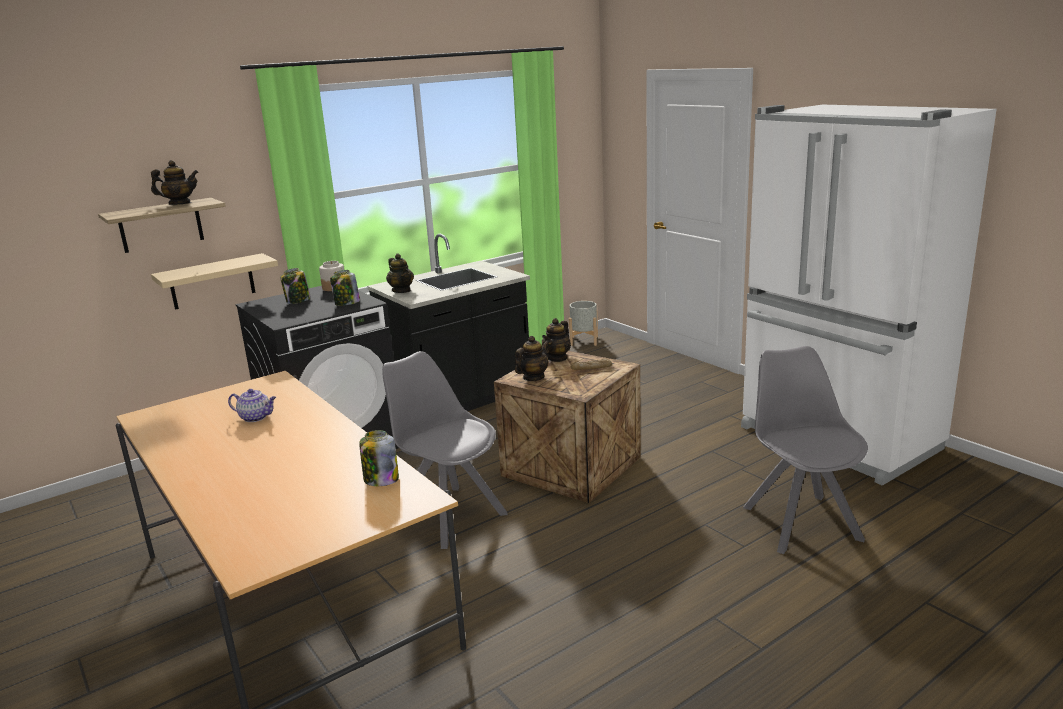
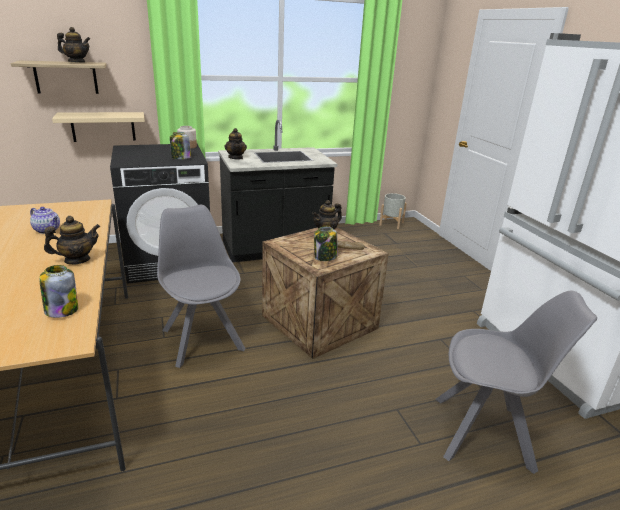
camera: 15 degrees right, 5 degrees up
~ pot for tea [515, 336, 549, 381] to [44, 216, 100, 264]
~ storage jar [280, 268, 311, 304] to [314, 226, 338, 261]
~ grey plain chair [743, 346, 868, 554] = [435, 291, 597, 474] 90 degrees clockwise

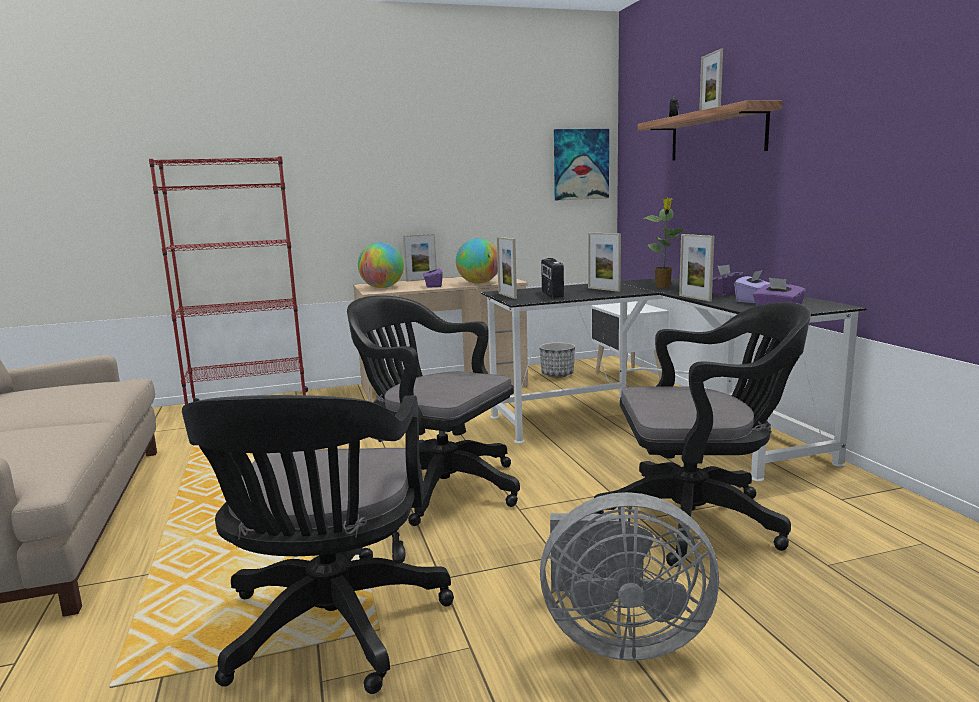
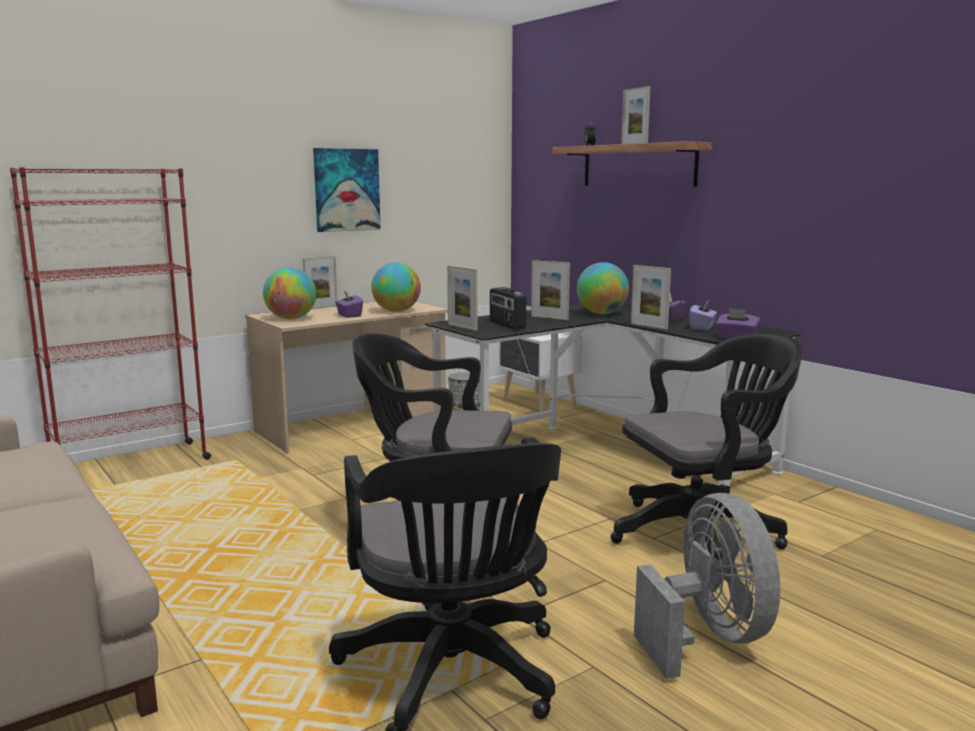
camera: 20 degrees left, 0 degrees up
~ wall art [554, 129, 609, 200] to [313, 148, 381, 232]
~ potted plant [643, 198, 687, 288] to world globe [577, 262, 629, 314]
~ grey electric fan [540, 492, 719, 661] = [634, 493, 781, 679] 90 degrees counterclockwise

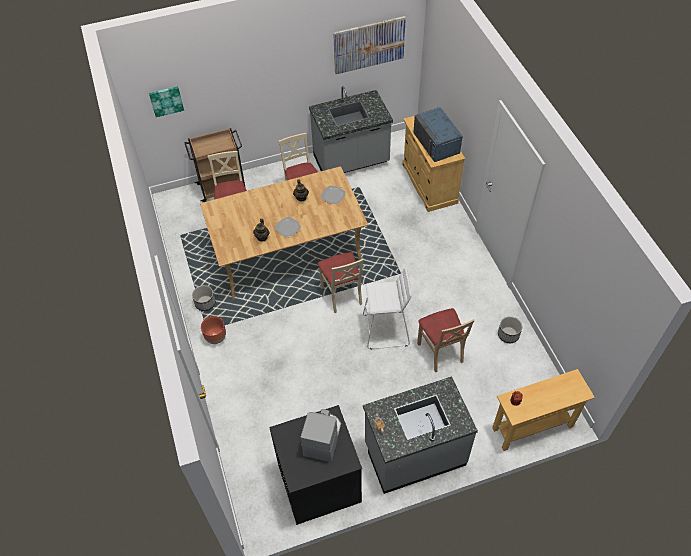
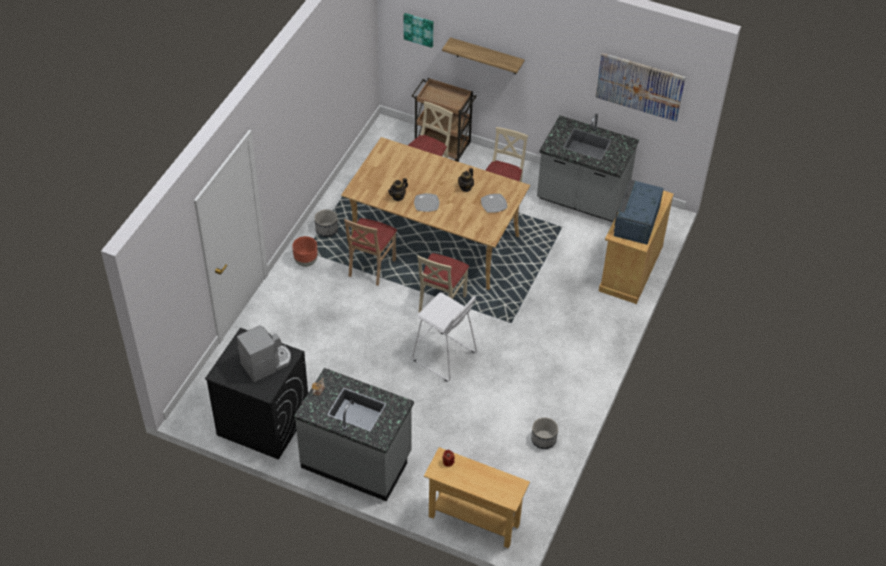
camera: 40 degrees right, 5 degrees down
~ sand-coloured plain chair [417, 308, 475, 372] to [344, 218, 397, 286]
+ shelf [442, 37, 525, 74]

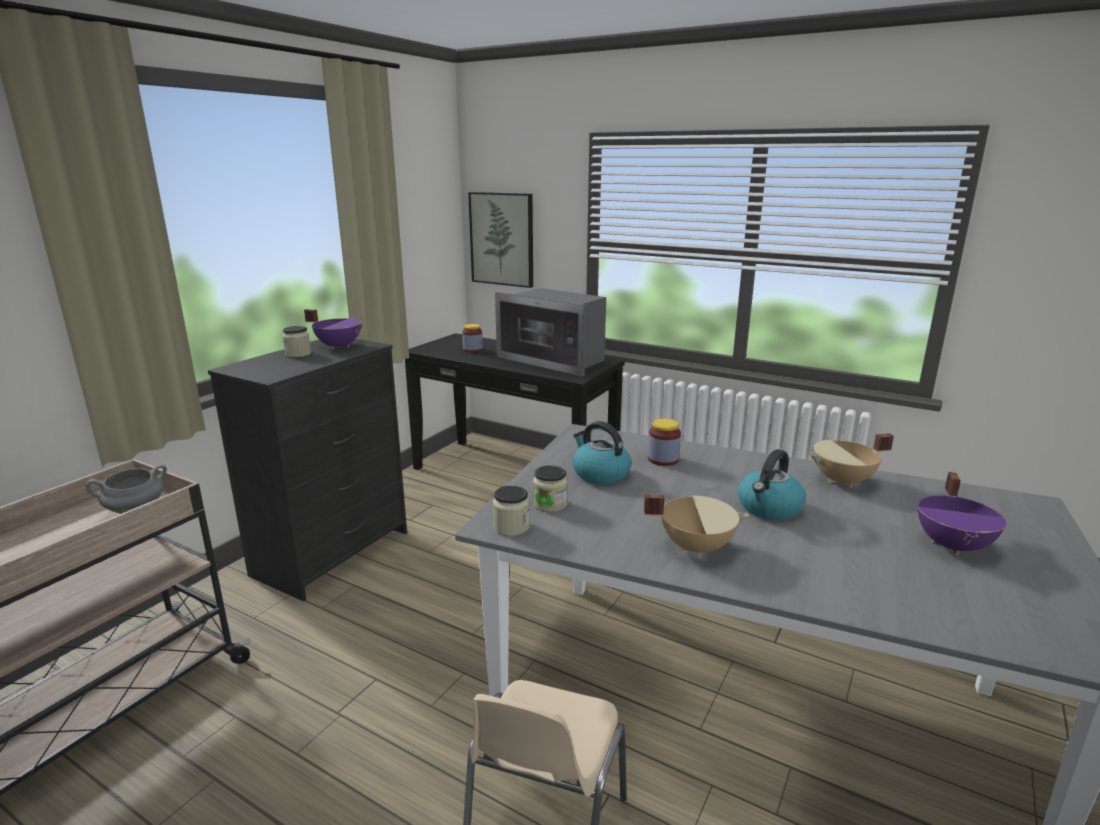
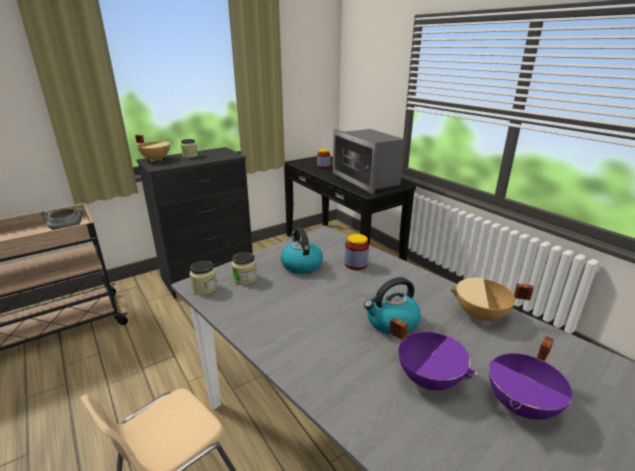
camera: 25 degrees right, 5 degrees up
~ sand-coloured saucepot [644, 494, 749, 558] to [135, 135, 170, 162]
~ purple saucepot [304, 309, 363, 350] to [389, 318, 477, 390]
- wall art [468, 192, 533, 288]

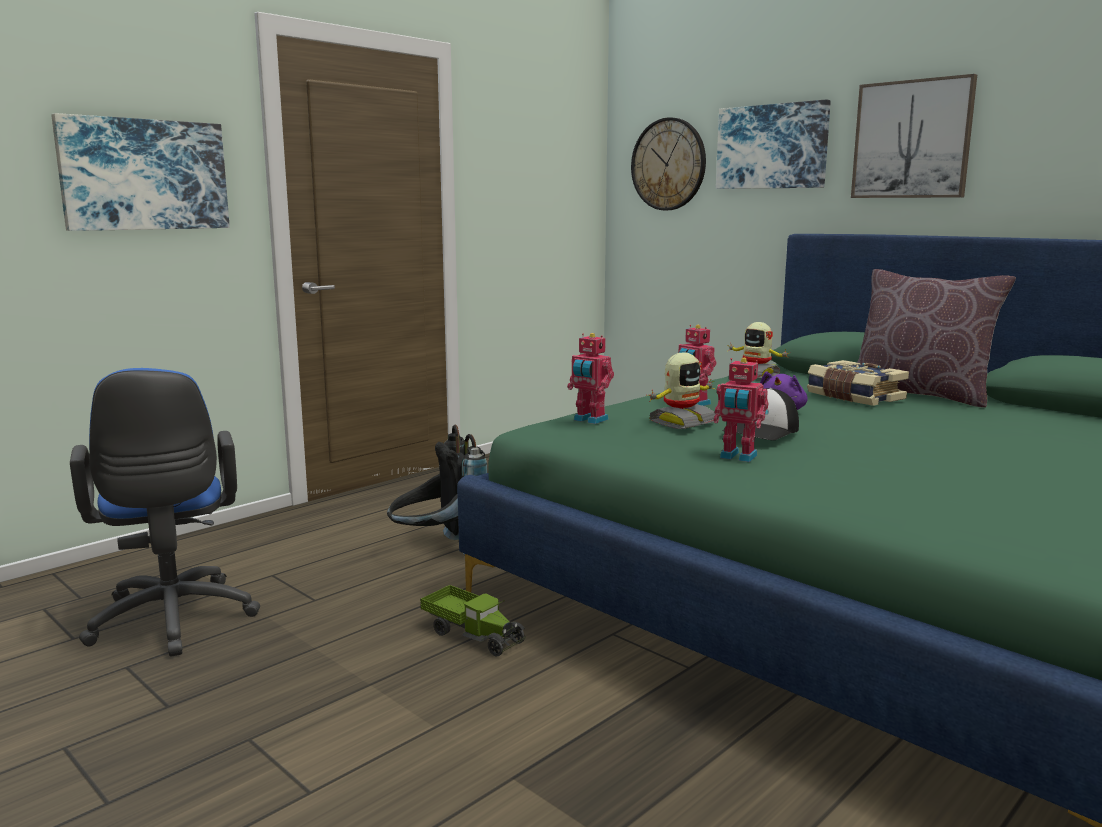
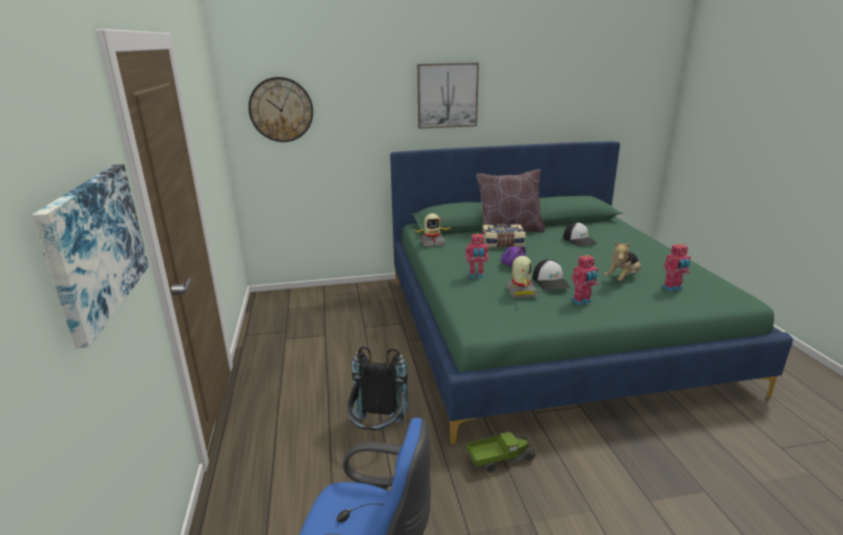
camera: 55 degrees left, 10 degrees up
+ baseball cap [563, 222, 598, 246]
+ soft toy [605, 242, 641, 281]
~ toy robot [567, 333, 614, 424] to [661, 243, 691, 292]
- wall art [716, 99, 831, 189]

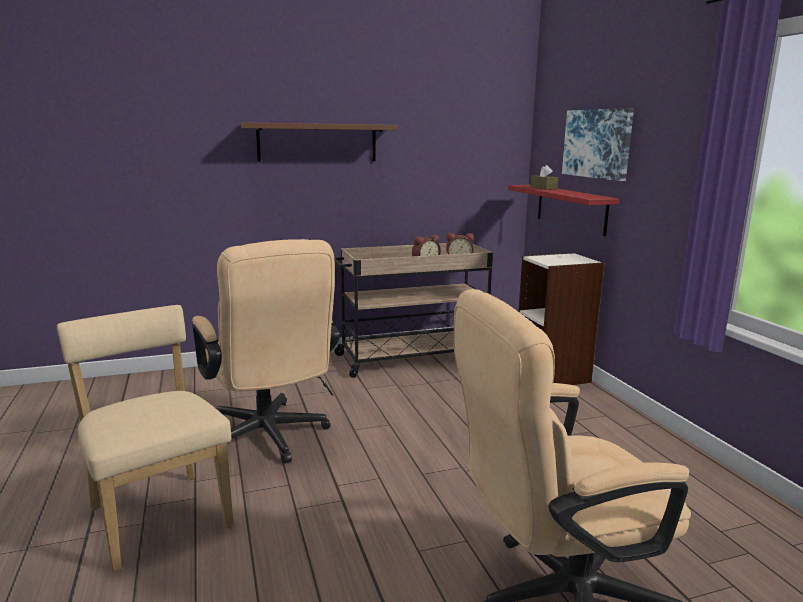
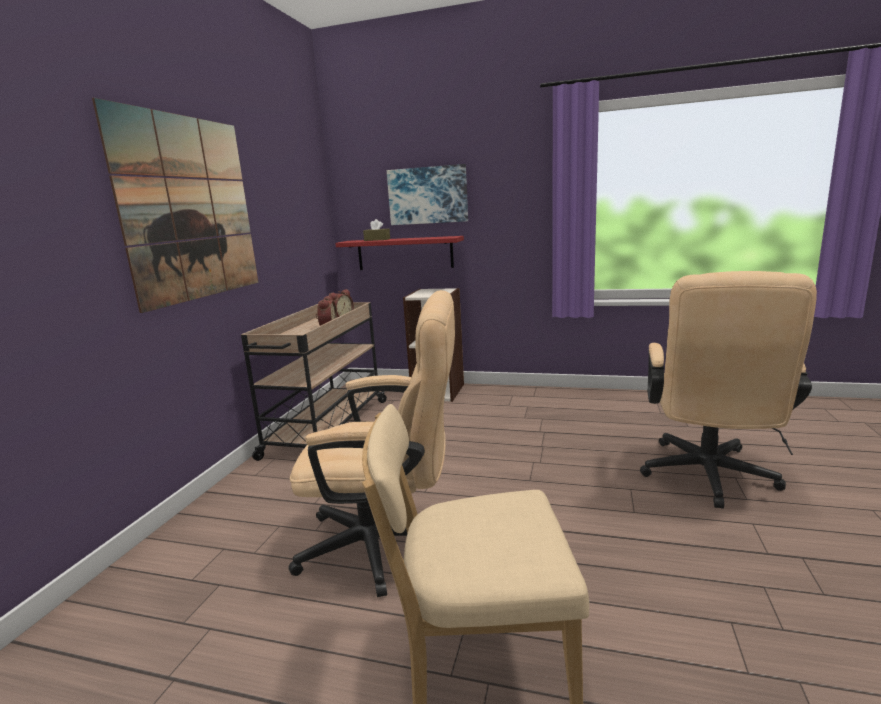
camera: 55 degrees left, 0 degrees up
~ brown shelf [241, 122, 398, 162] to wall art [92, 98, 258, 313]

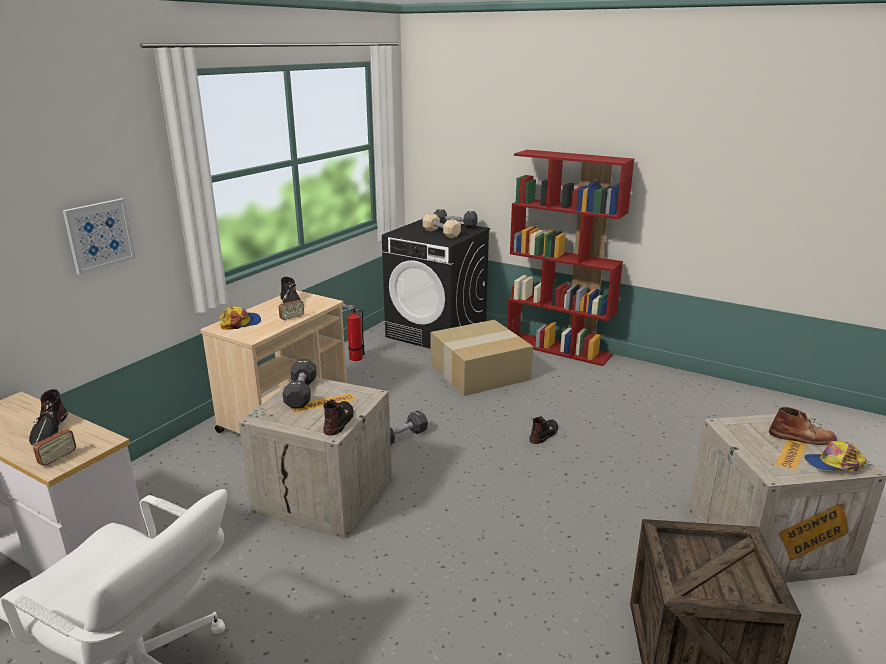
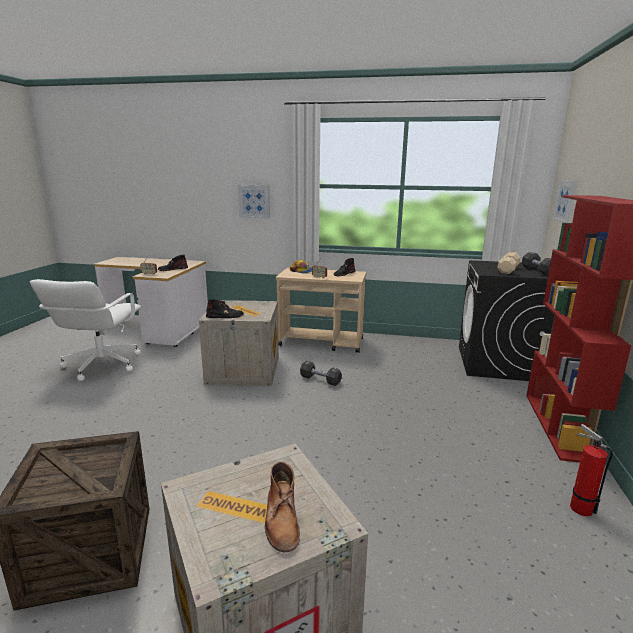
camera: 70 degrees right, 5 degrees down
+ wall art [553, 180, 576, 223]
~ fire extinguisher [342, 304, 365, 361] to [570, 424, 613, 516]
- black-coloured hand weight [283, 359, 317, 409]
- carton [430, 320, 533, 396]
- black-coloured tall boot [529, 416, 558, 444]
- baseball cap [804, 441, 867, 471]

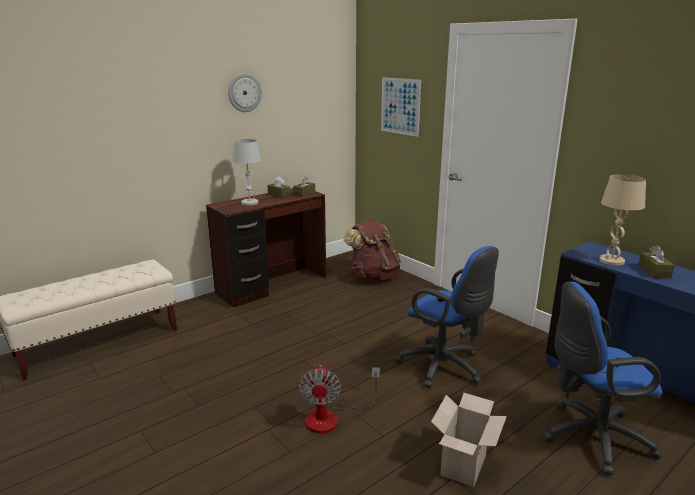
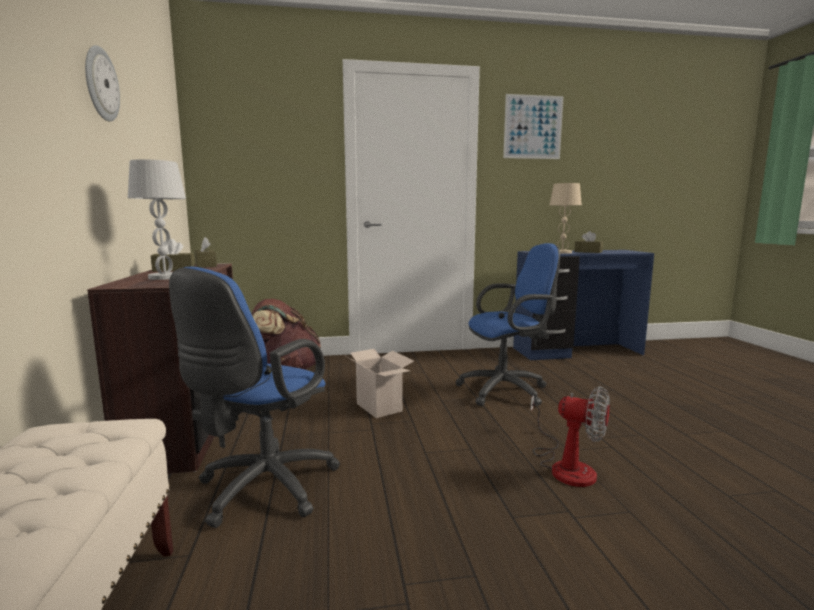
camera: 60 degrees left, 10 degrees down
~ blue office chair [543, 282, 663, 475] to [169, 267, 340, 528]
~ carton [431, 393, 507, 487] to [346, 349, 414, 418]
~ wall art [381, 77, 421, 137] to [503, 94, 564, 159]

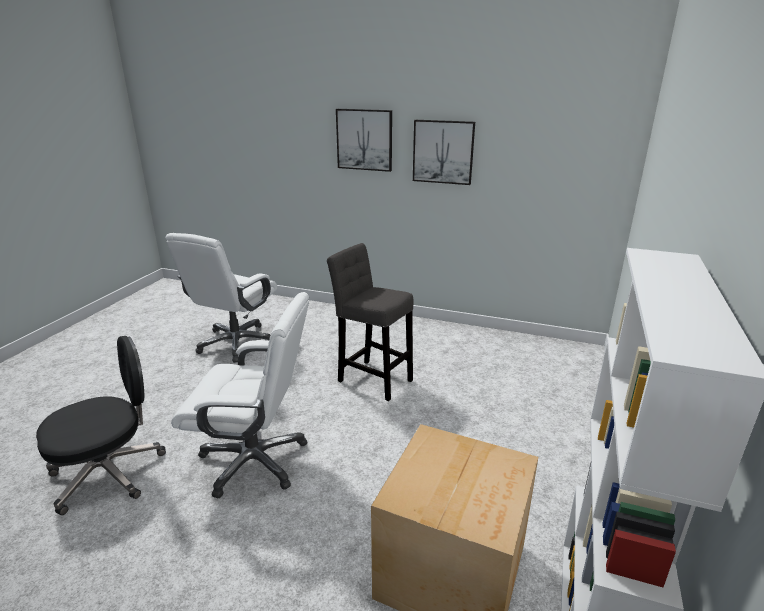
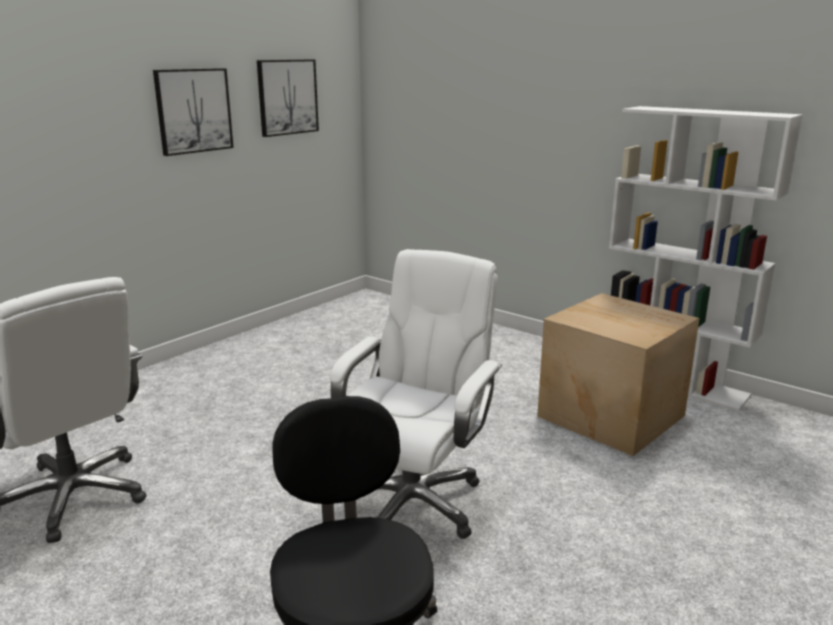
camera: 70 degrees left, 5 degrees down
~ wall art [336, 109, 392, 172] to [257, 60, 319, 137]
- grey sitting stool [327, 243, 413, 401]

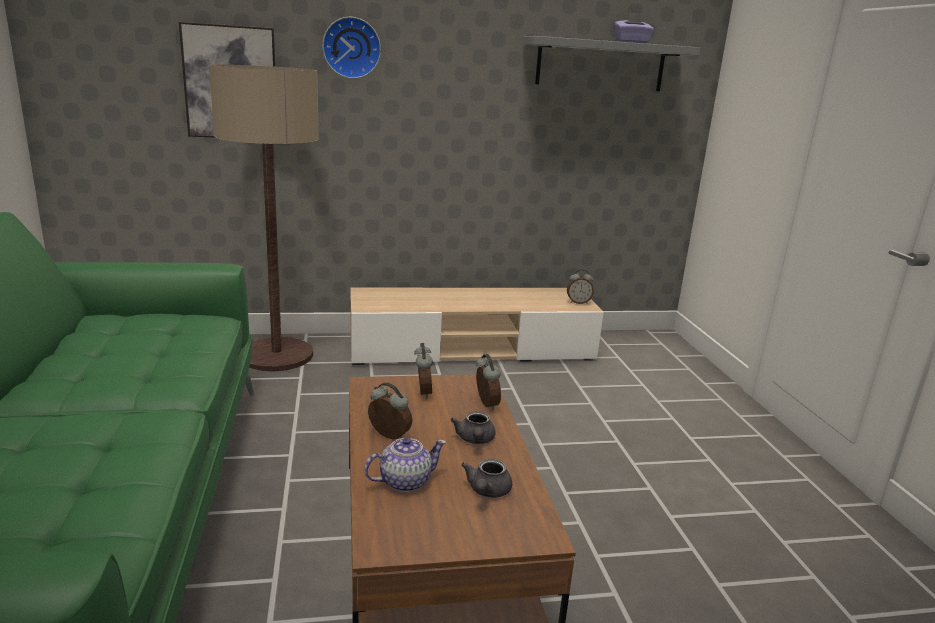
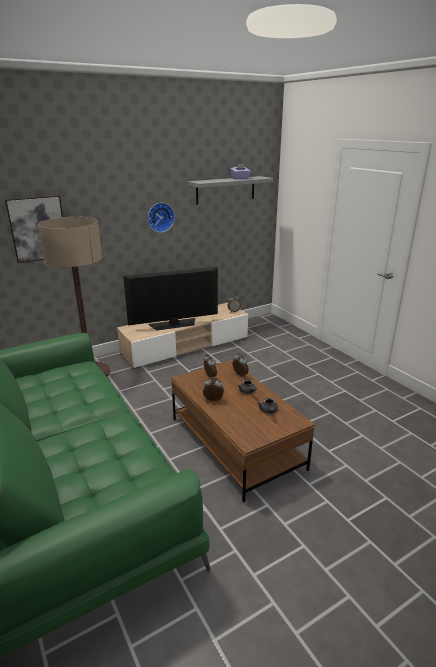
camera: 20 degrees left, 5 degrees up
+ TV set [123, 267, 218, 330]
~ hanging clock [322, 17, 381, 79] to [148, 203, 175, 233]
- pot for tea [364, 437, 446, 492]

